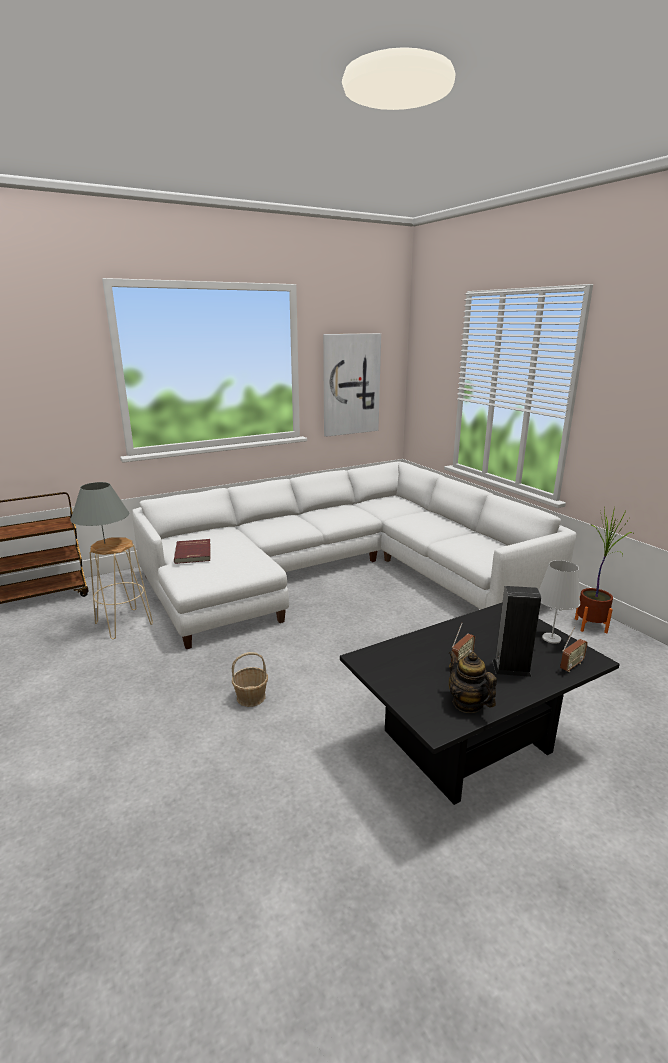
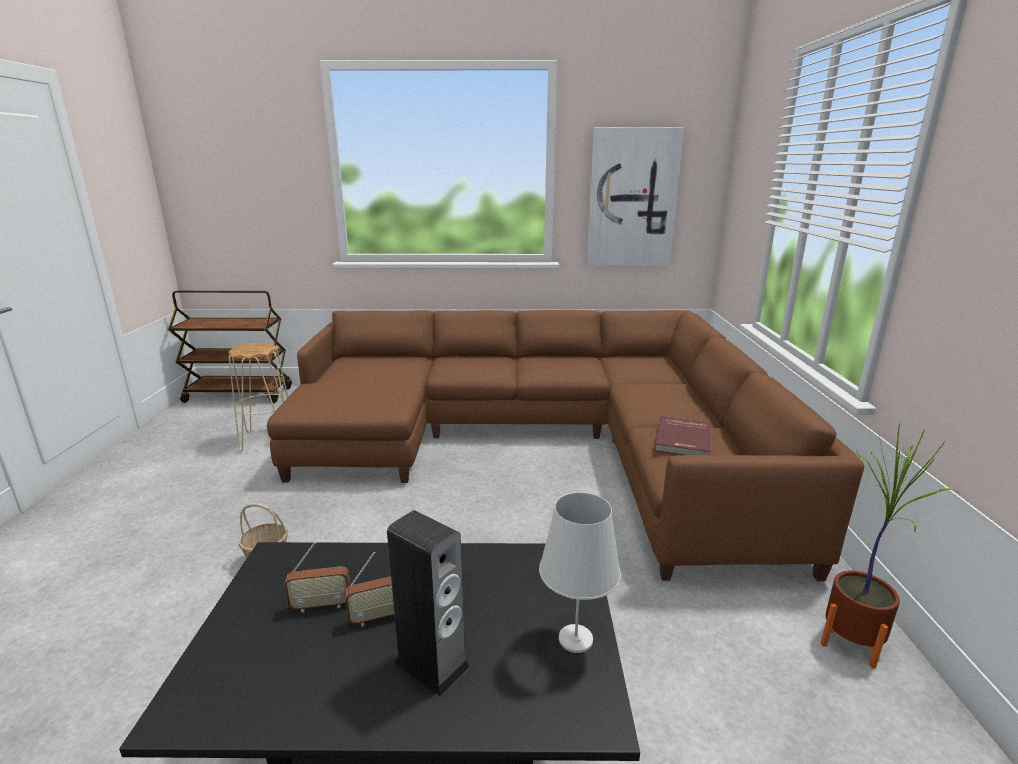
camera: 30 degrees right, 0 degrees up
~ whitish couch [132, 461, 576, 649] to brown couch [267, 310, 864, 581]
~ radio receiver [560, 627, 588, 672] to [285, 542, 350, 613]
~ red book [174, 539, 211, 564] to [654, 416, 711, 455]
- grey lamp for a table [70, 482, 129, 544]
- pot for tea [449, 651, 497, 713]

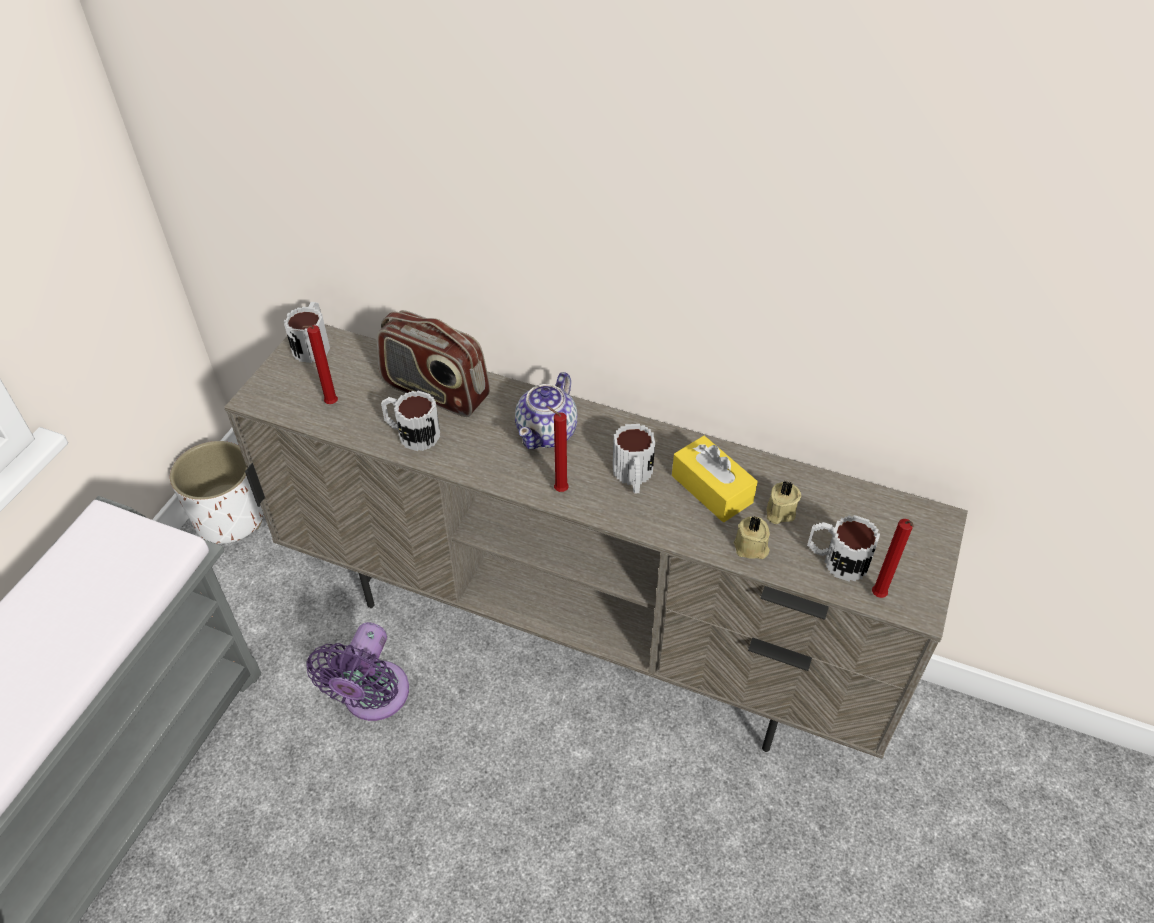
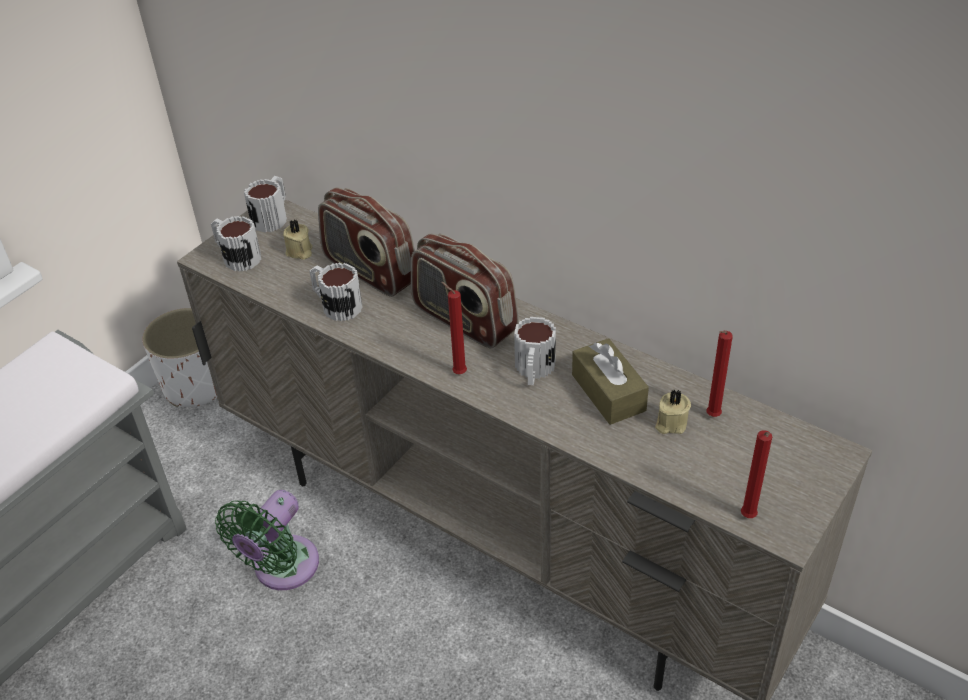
camera: 15 degrees right, 5 degrees down
~ coffee mug [807, 515, 880, 582] to [211, 216, 261, 272]
~ purple electric fan [306, 622, 409, 721] to greenish electric fan [215, 490, 319, 590]
~ sand-coloured wax light [734, 516, 770, 559] to [283, 220, 313, 260]
~ pot for tea [515, 372, 577, 449] to radio receiver [411, 234, 519, 348]
~ yellowish tissue box [672, 436, 758, 522] to brown tissue box [572, 338, 649, 425]
~ red wax light [303, 325, 338, 404] to [706, 331, 733, 417]

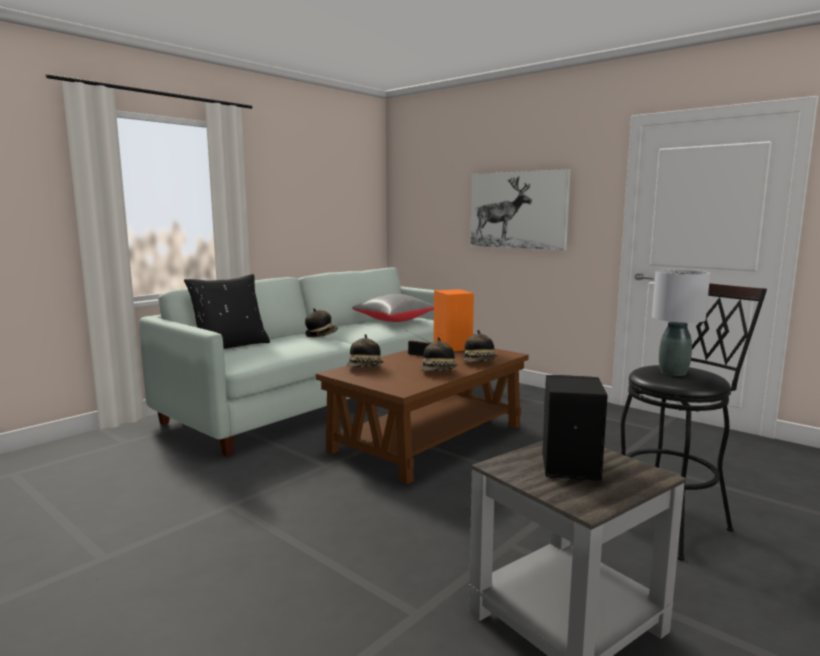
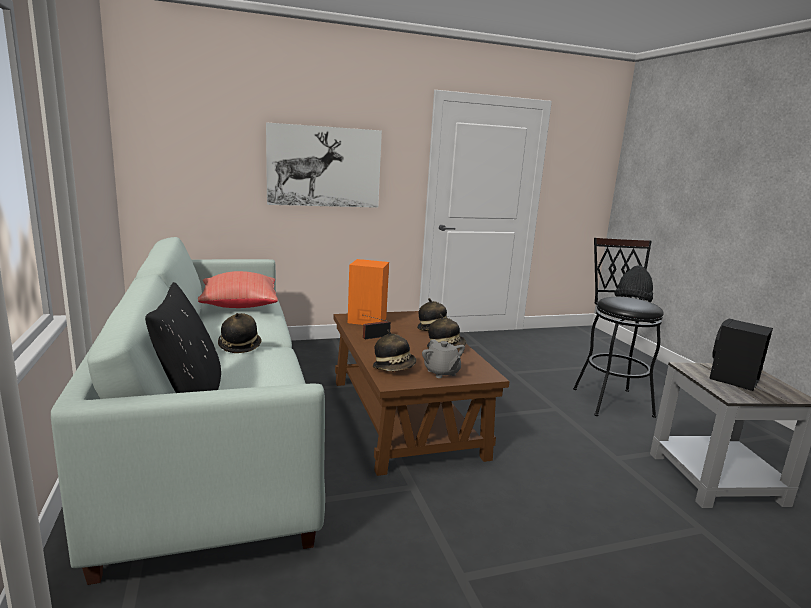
camera: 60 degrees left, 5 degrees up
~ grey pillow [352, 294, 434, 322] to red pillow [198, 271, 278, 308]
+ grey pot for tea [422, 339, 465, 378]
~ grey lamp for a table [652, 270, 710, 376] to black-coloured hat [615, 265, 653, 302]

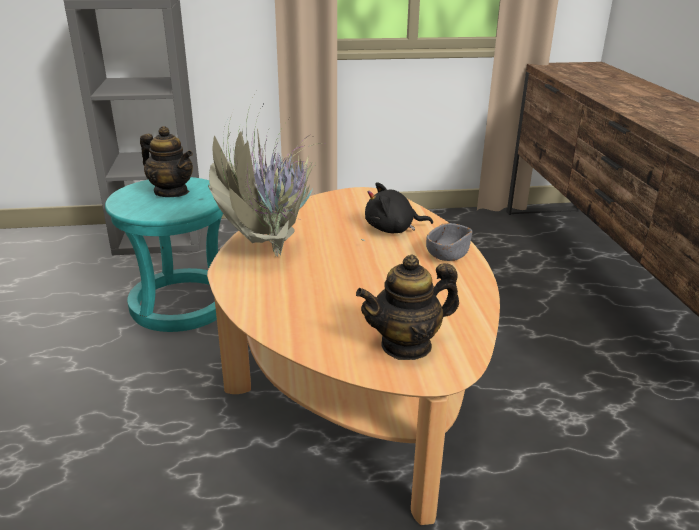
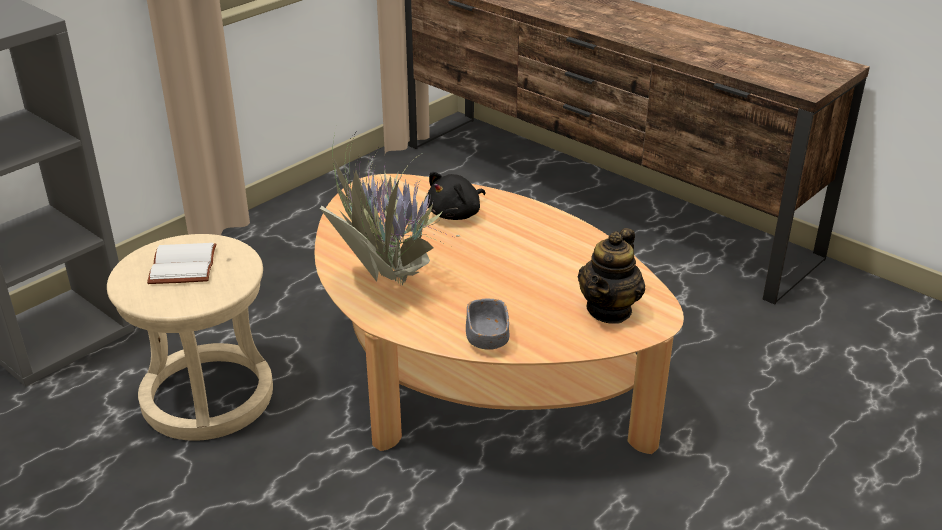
camera: 40 degrees left, 5 degrees up
~ blue-green sitting stool [105, 177, 223, 332] to sand-coloured sitting stool [107, 234, 273, 441]
~ pot for tea [140, 126, 193, 197] to whitish book [147, 243, 216, 284]
~ grey bowl [426, 223, 472, 261] to [466, 298, 509, 350]

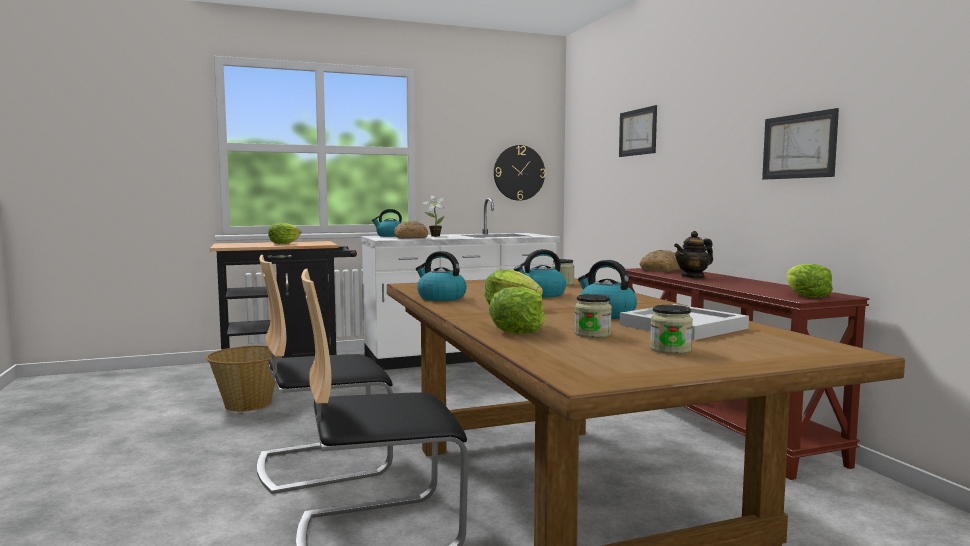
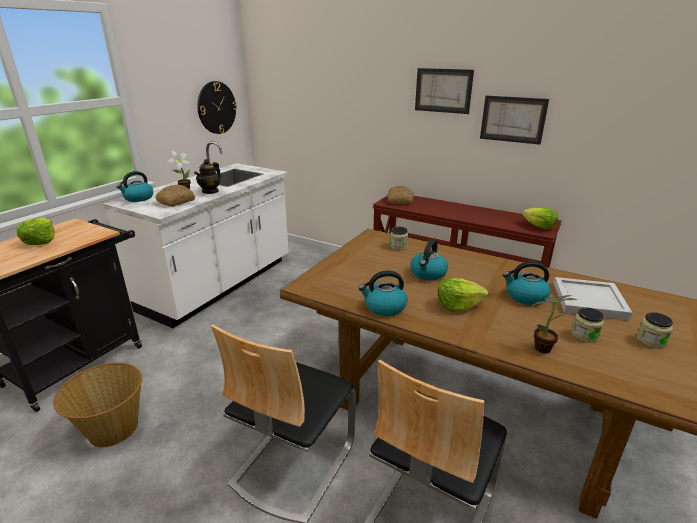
camera: 40 degrees left, 20 degrees up
~ pot for tea [674, 231, 713, 279] to [194, 159, 221, 194]
~ wall art [619, 105, 657, 157] to [415, 68, 474, 114]
~ head of lettuce [489, 287, 545, 334] to potted plant [533, 295, 577, 354]

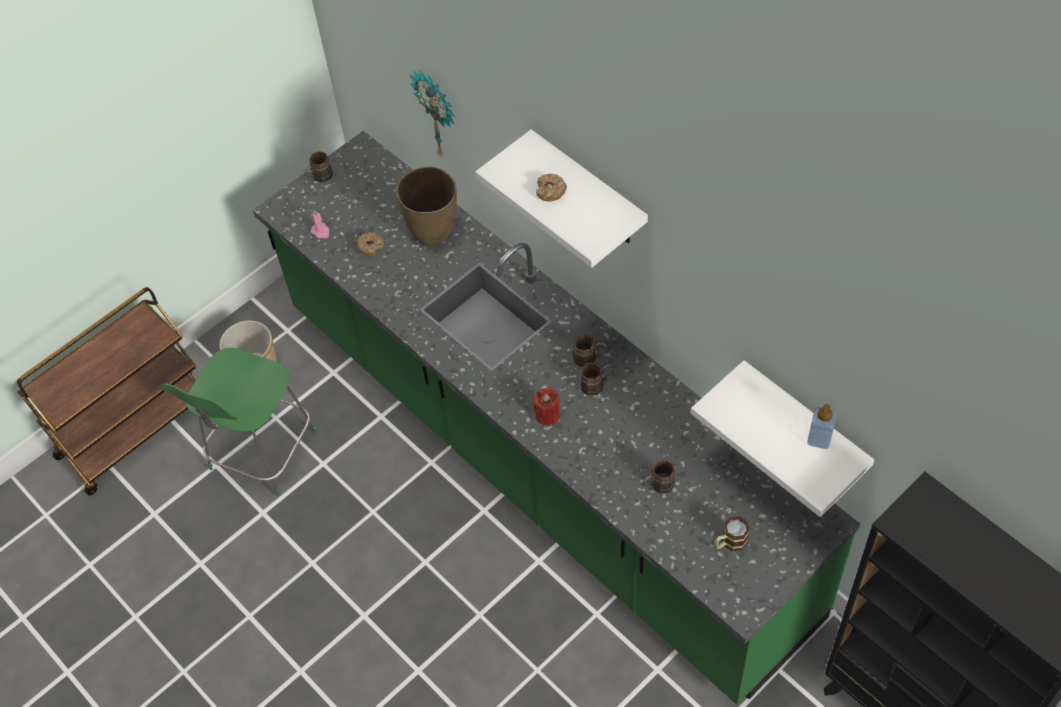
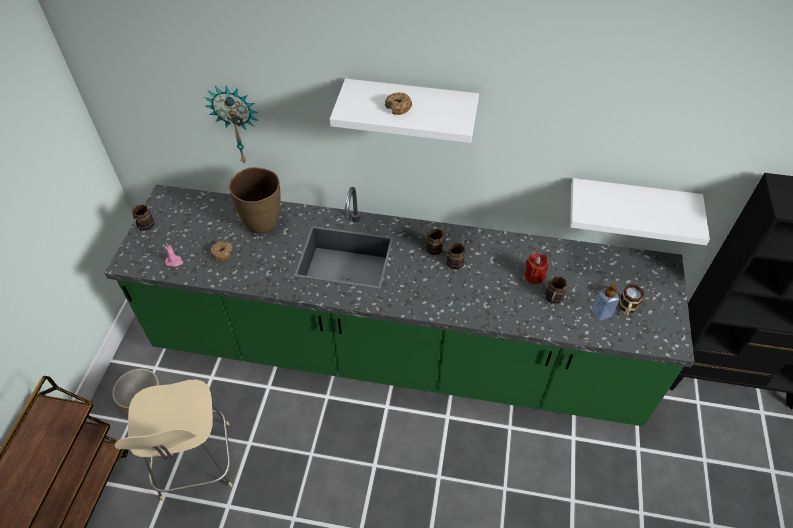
camera: 40 degrees left, 5 degrees down
~ greenish plain chair [161, 348, 318, 496] to sand-coloured plain chair [114, 380, 233, 501]
~ red wax light [534, 387, 560, 425] to [524, 253, 549, 284]
~ soap bottle [807, 404, 837, 449] to [592, 284, 620, 320]

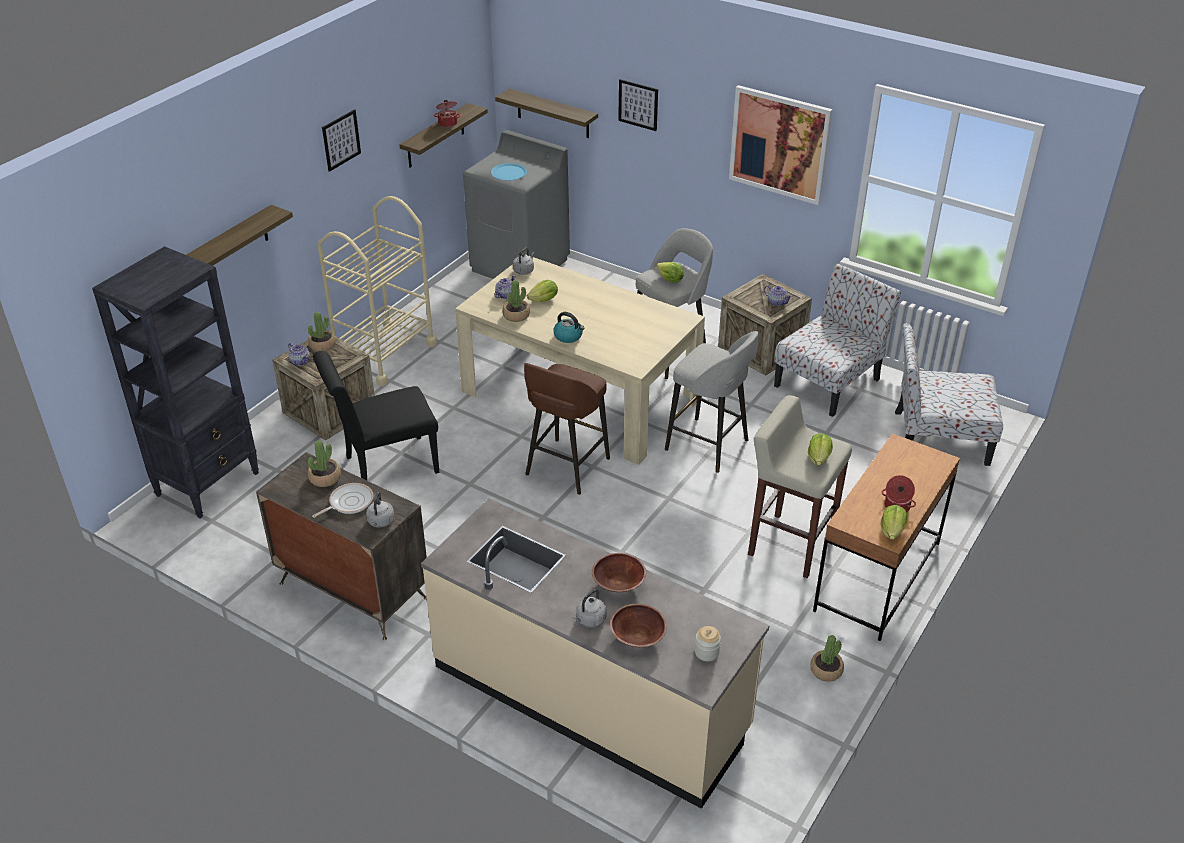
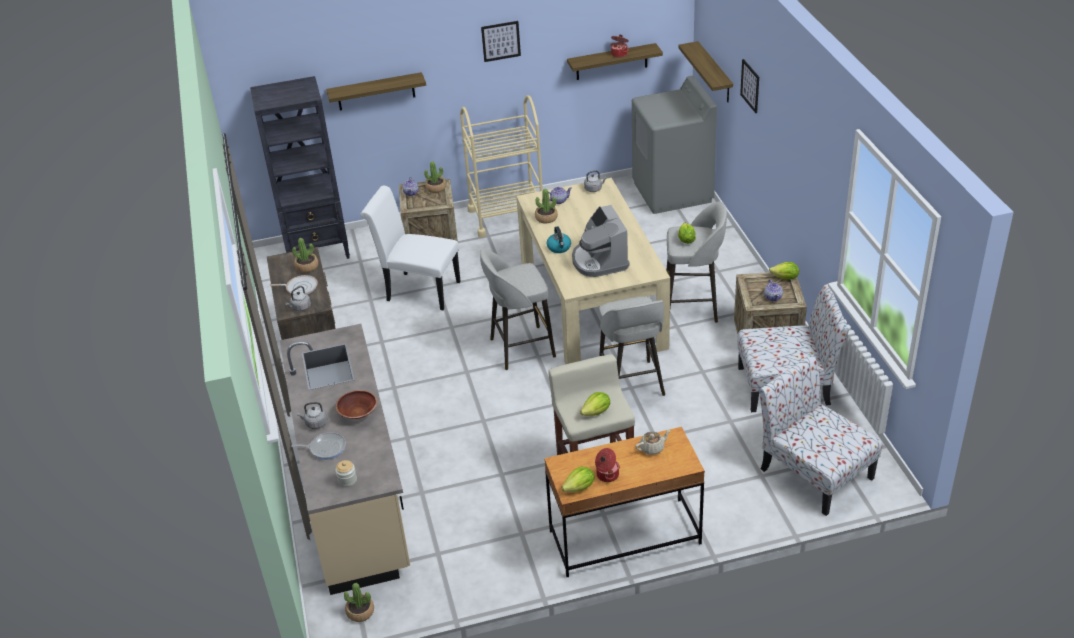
camera: 45 degrees right, 0 degrees up
~ brown bowl [610, 604, 667, 647] to pan [291, 432, 346, 460]
~ potted plant [810, 635, 844, 682] to [344, 583, 374, 622]
~ black-coloured plain chair [313, 351, 439, 480] to whitish plain chair [360, 185, 461, 310]
~ brown sitting stool [524, 363, 610, 495] to grey sitting stool [480, 249, 556, 370]
+ coffee brewer [572, 205, 630, 277]
+ sand-coloured pot for tea [635, 430, 671, 455]
~ head of lettuce [527, 280, 558, 302] to [769, 262, 799, 279]
- blue dinner plate [491, 163, 527, 180]
- wall art [729, 85, 833, 205]

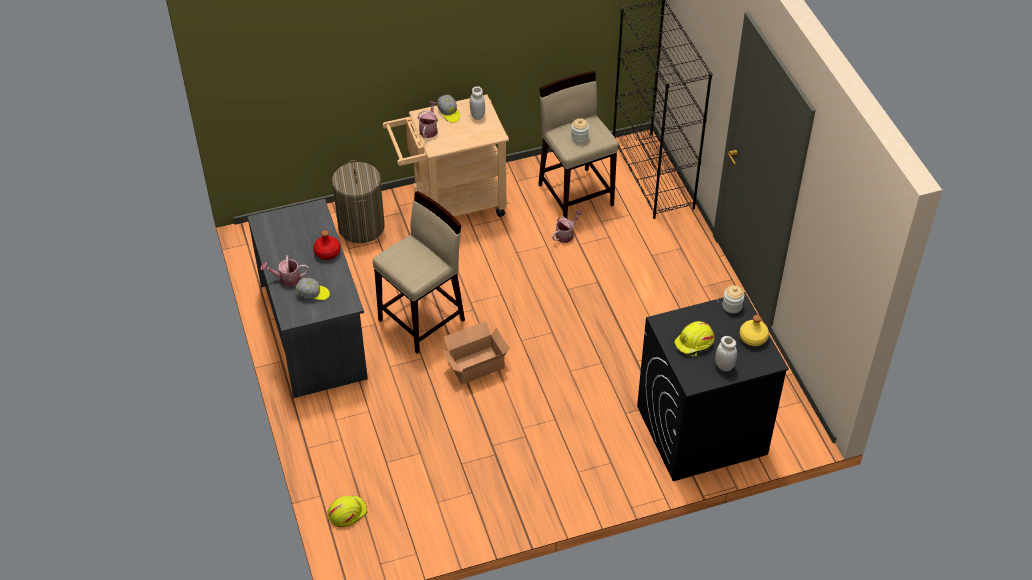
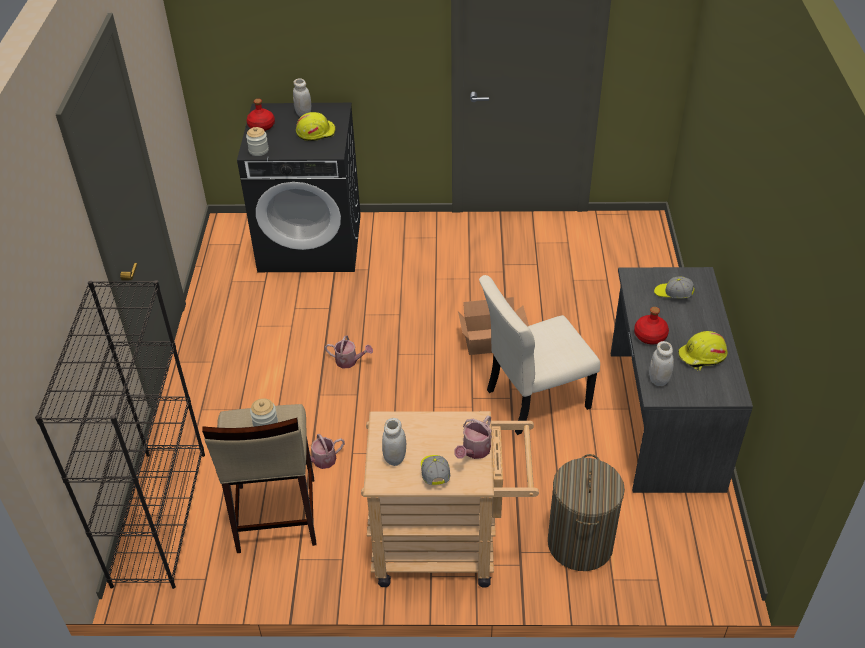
camera: 160 degrees left, 5 degrees down
~ yellowish bottle [739, 315, 769, 346] to red bottle [247, 99, 275, 131]
~ sprinkling can [260, 255, 309, 286] to [325, 335, 373, 369]
~ sand-coloured sitting stool [373, 191, 465, 354] to sand-coloured plain chair [479, 275, 600, 435]
+ whitish storage jar [649, 341, 674, 386]
~ yellowish work helmet [328, 496, 367, 527] to [678, 331, 728, 370]

